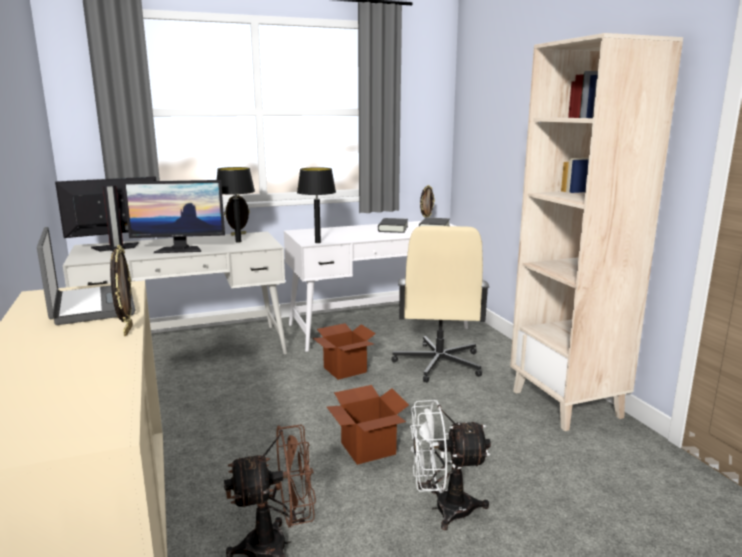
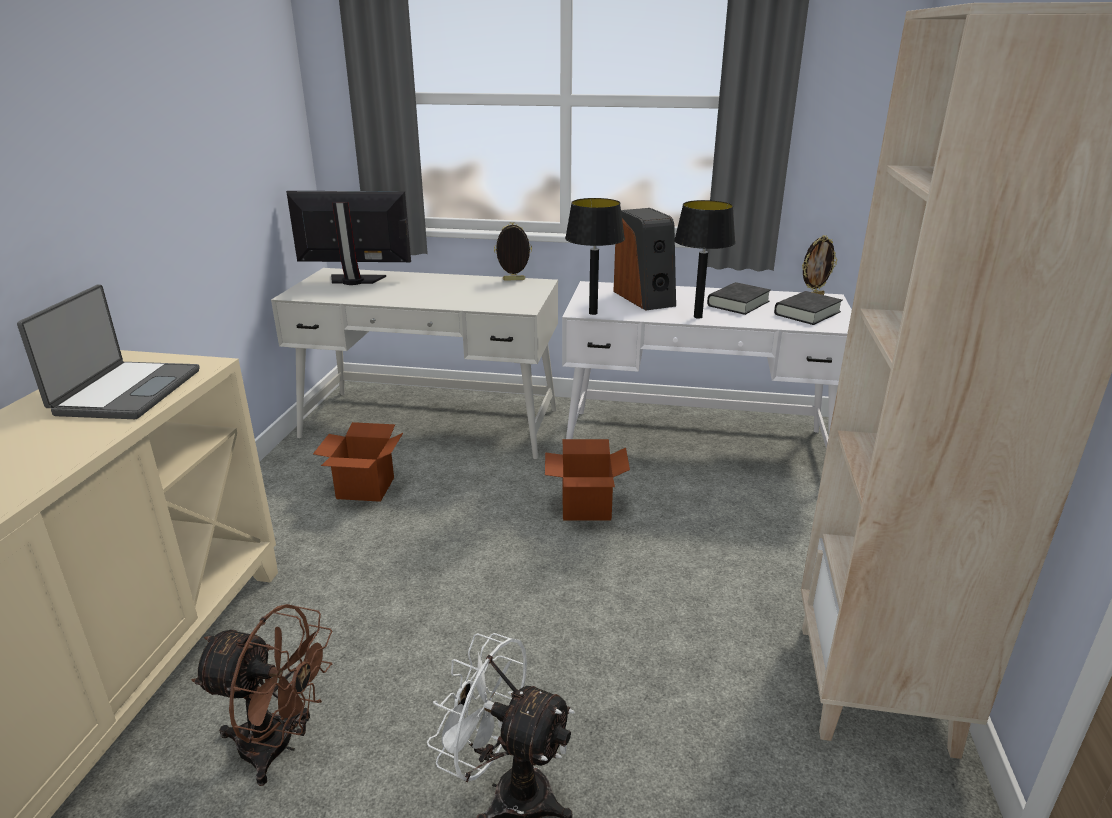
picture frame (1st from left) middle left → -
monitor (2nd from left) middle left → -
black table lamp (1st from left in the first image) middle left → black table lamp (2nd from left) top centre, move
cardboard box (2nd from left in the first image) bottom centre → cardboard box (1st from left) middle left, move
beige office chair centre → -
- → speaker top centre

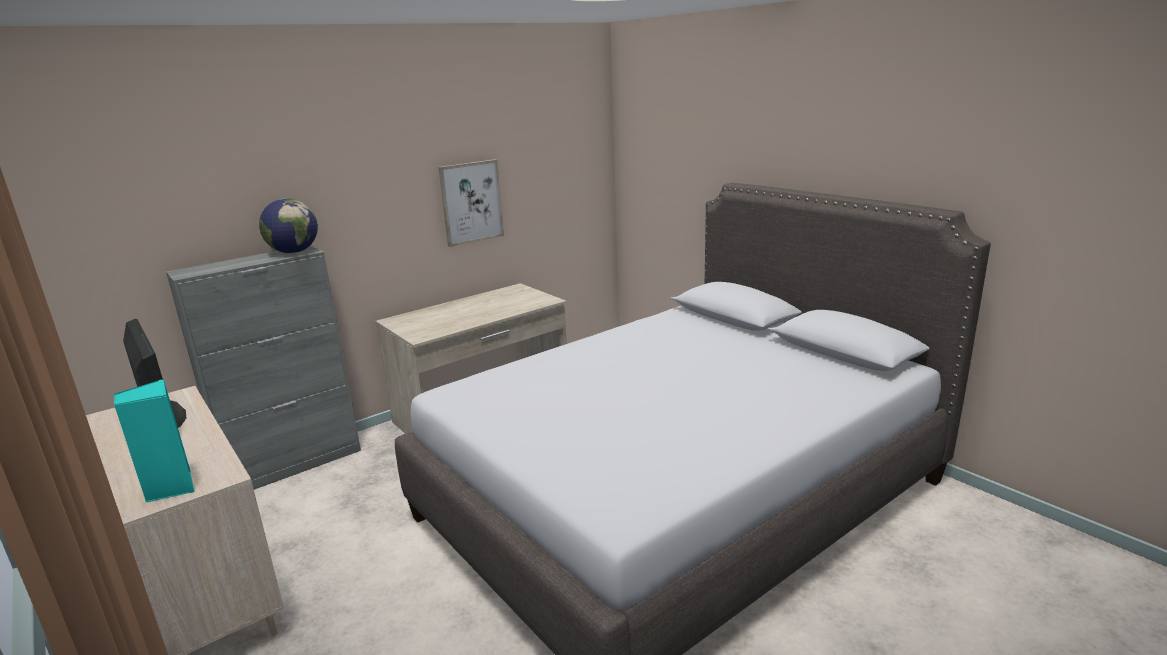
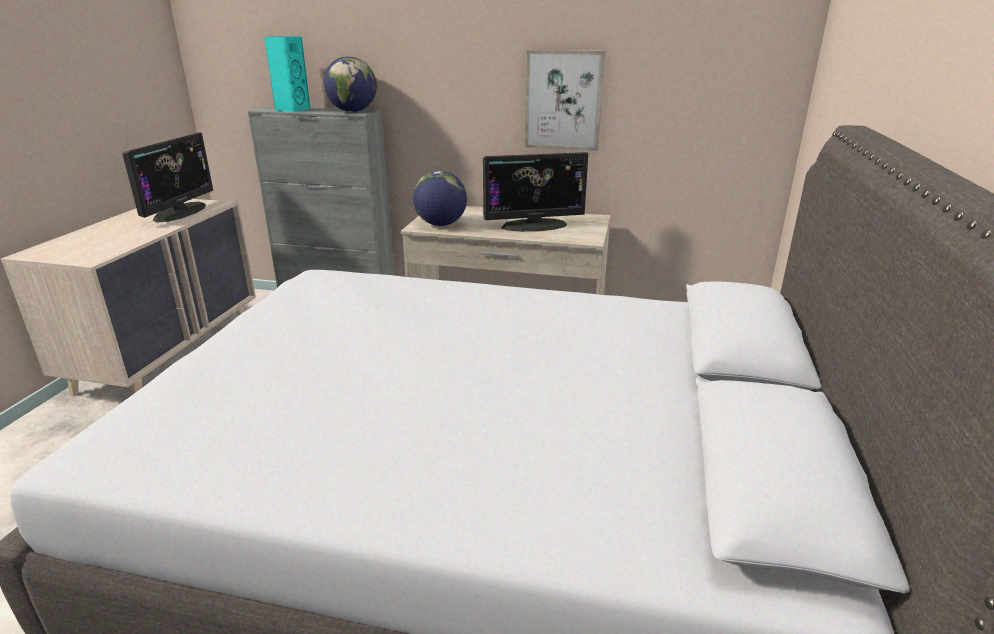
turquoise speaker bottom left → turquoise speaker top left, move
- → globe (2nd from left) top centre
- → monitor (2nd from left) top centre

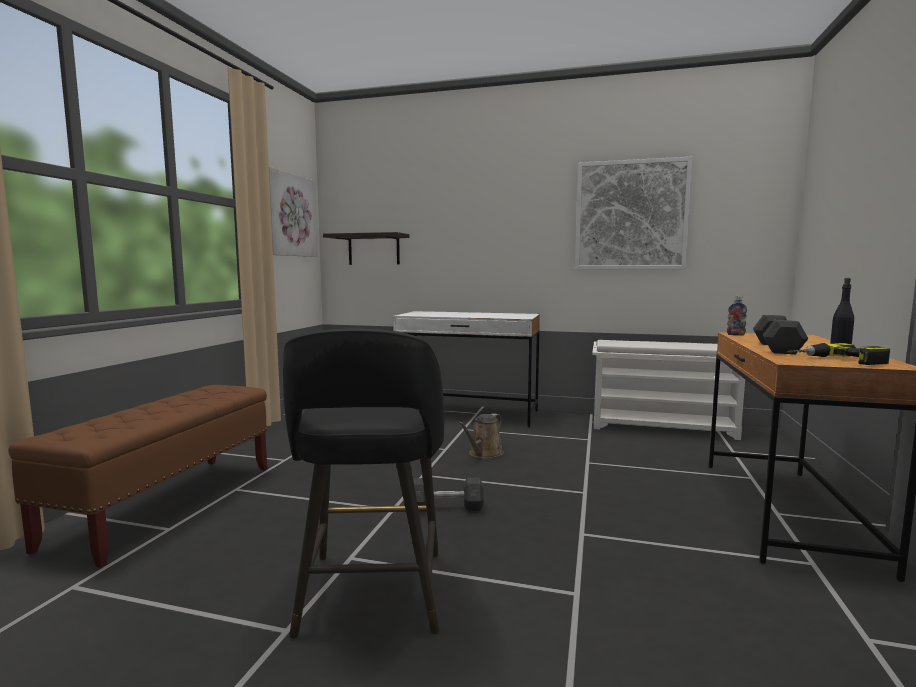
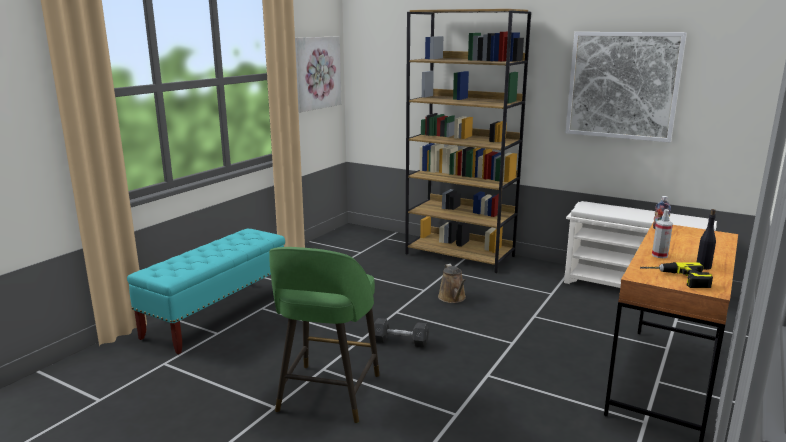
brown bench bottom left → turquoise bench middle left
black stool bottom centre → green stool bottom centre
shelf centre → -
white desk centre → brown bookcase top centre
brown watering can centre, 60 degrees counterclockwise
grey dumbbell (2nd from left) middle right → spray bottle middle right

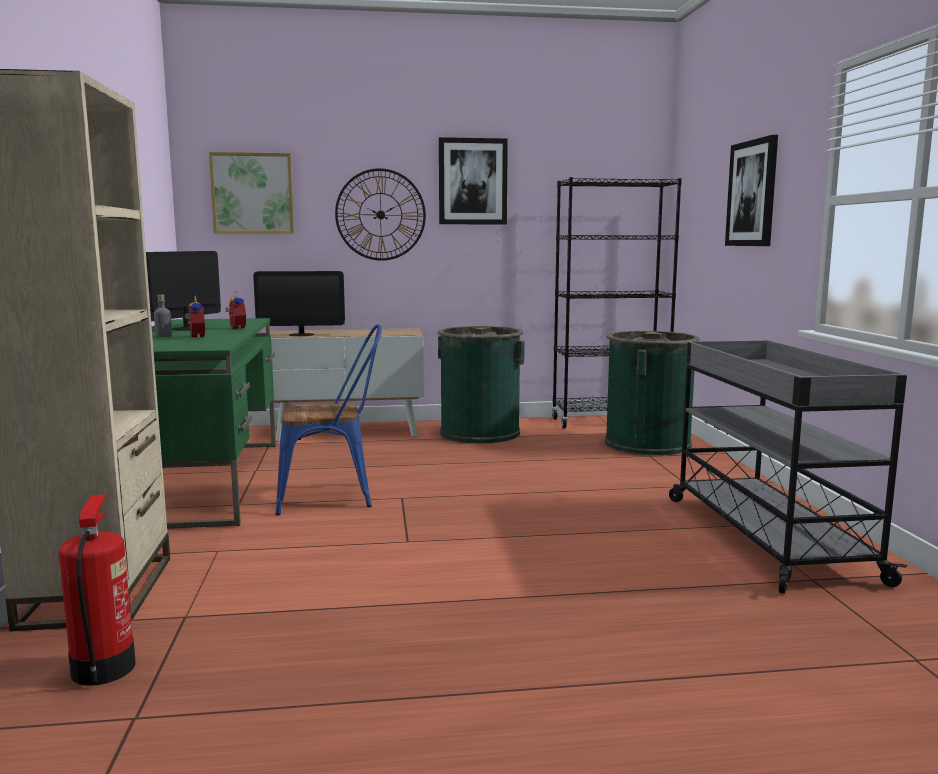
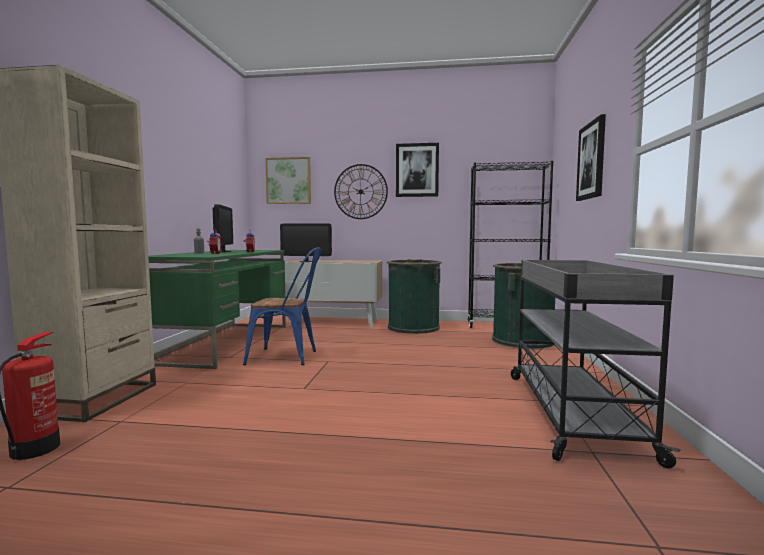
monitor (1st from left) middle left, 135 degrees clockwise

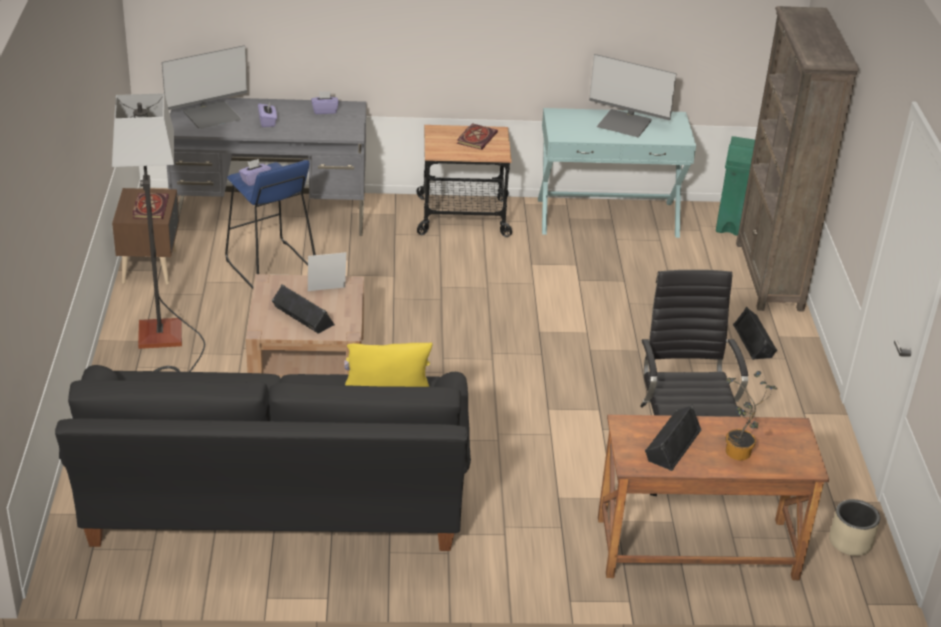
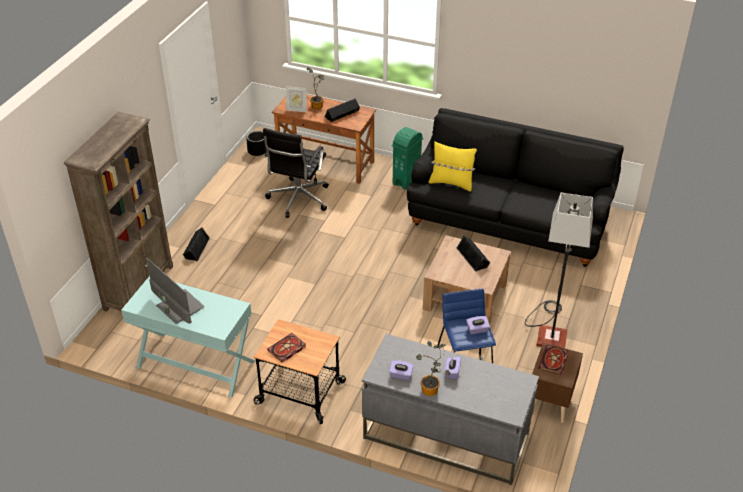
monitor (1st from left) top left → -
picture frame centre → picture frame top centre, move
green trash can top right → green trash can top centre, move
beige planter bottom right → black planter top centre
- → potted plant (2nd from left) bottom centre

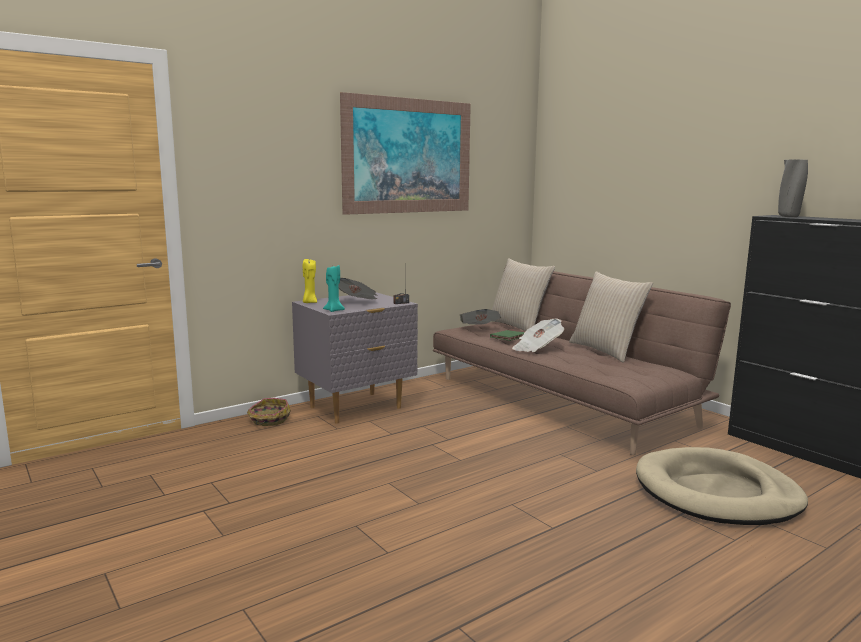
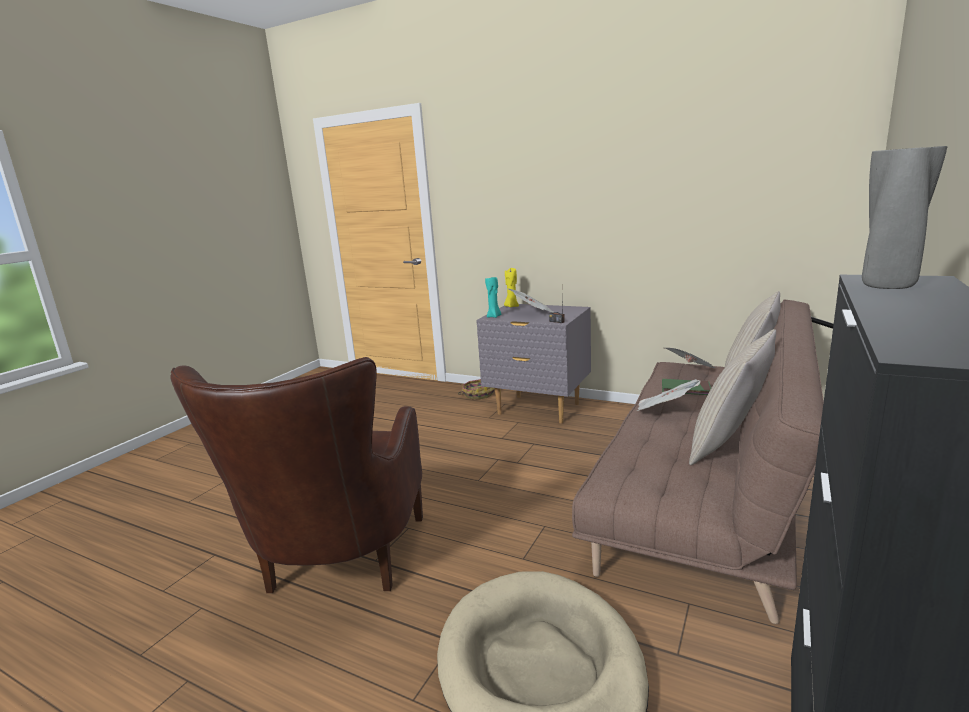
picture top centre → -
- → brown armchair bottom left

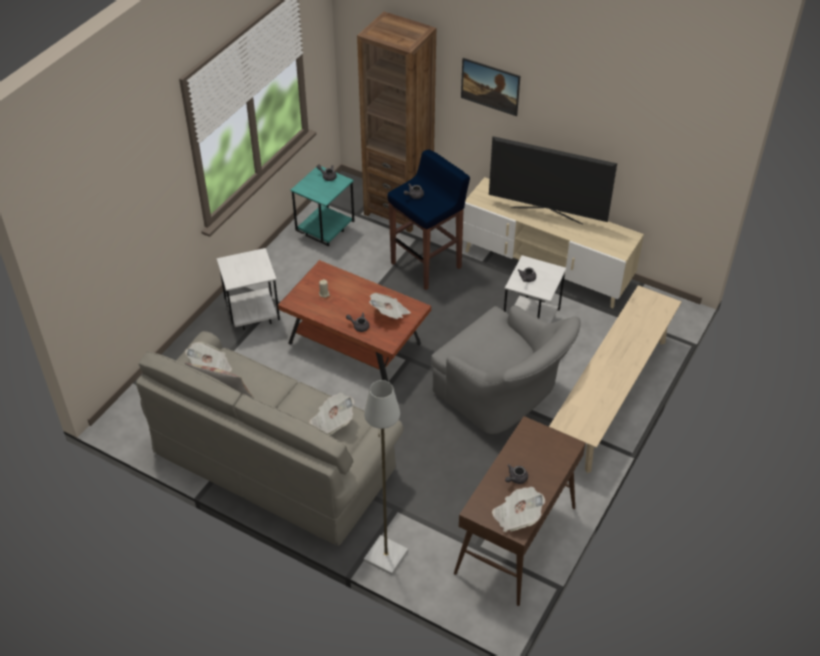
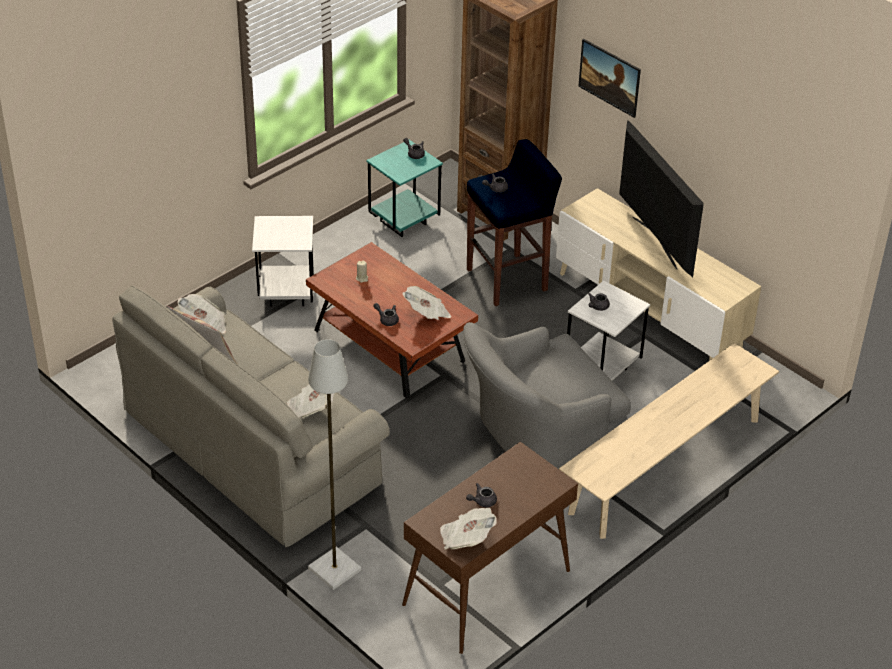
grey armchair centre, 90 degrees clockwise
television top right, 150 degrees counterclockwise

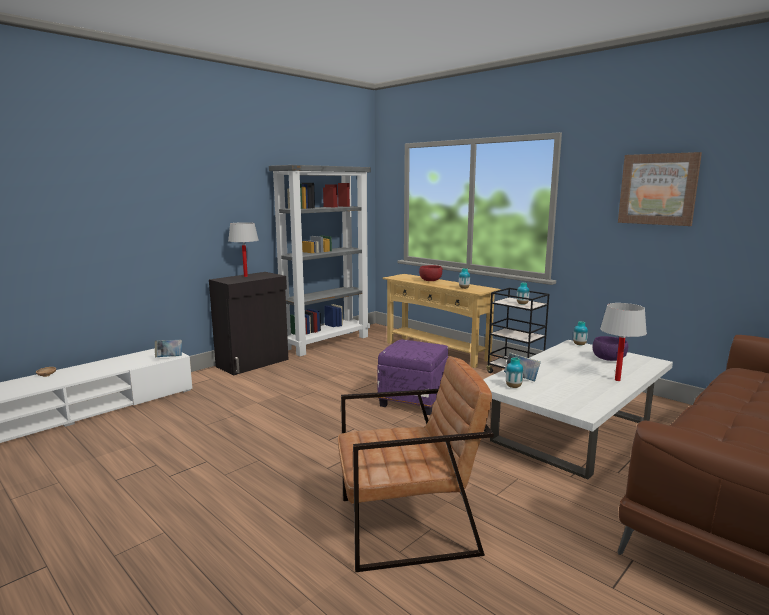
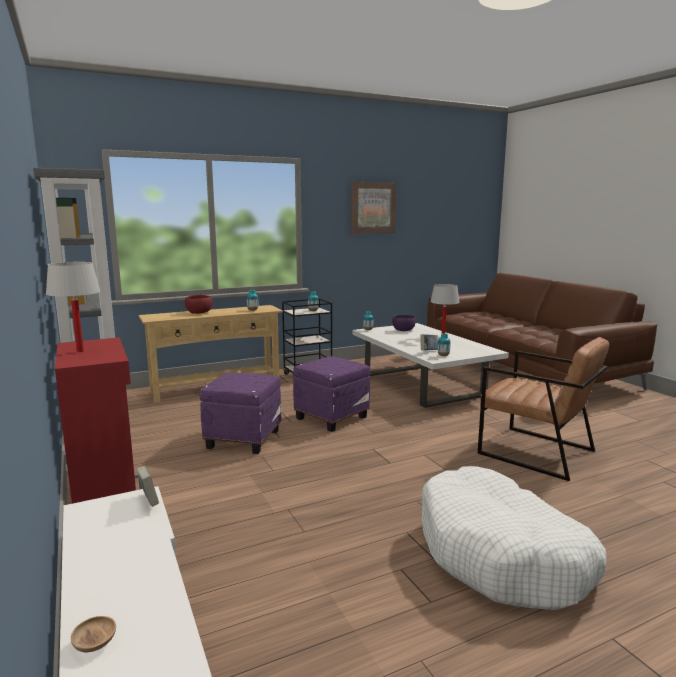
black cabinet middle left → red cabinet middle left
brown armchair bottom centre → brown armchair middle right, 120 degrees clockwise
- → purple ottoman (1st from left) centre
- → white dog bed bottom right

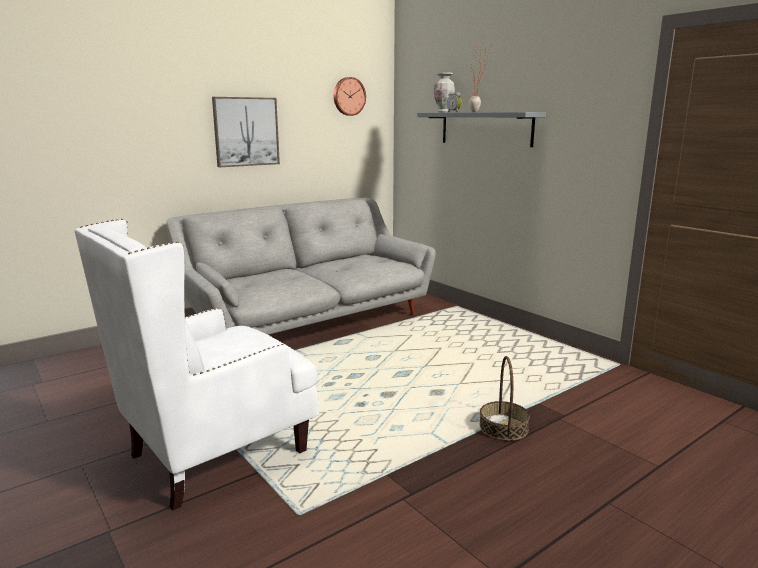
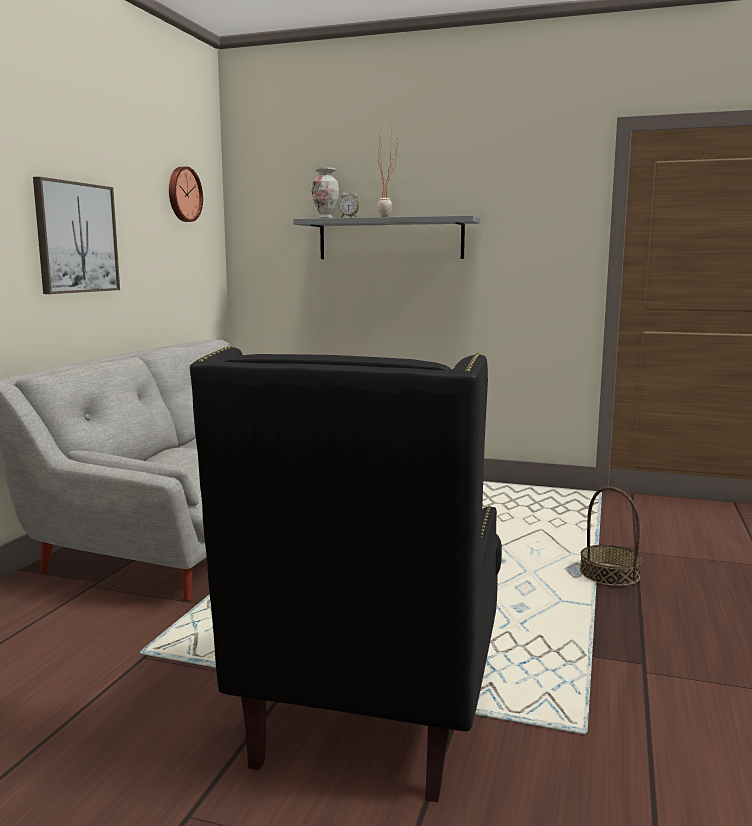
white armchair middle left → black armchair bottom centre

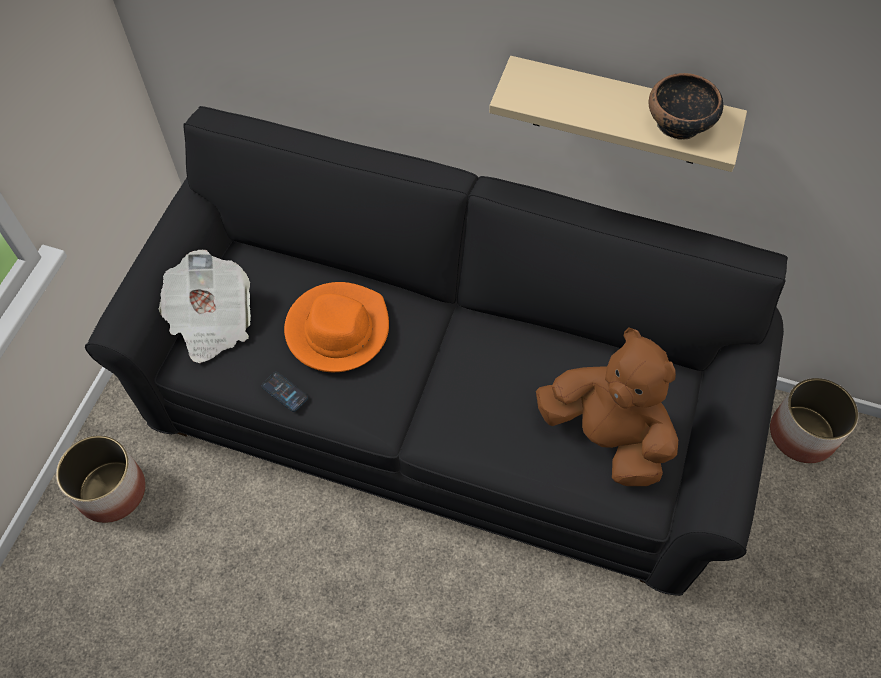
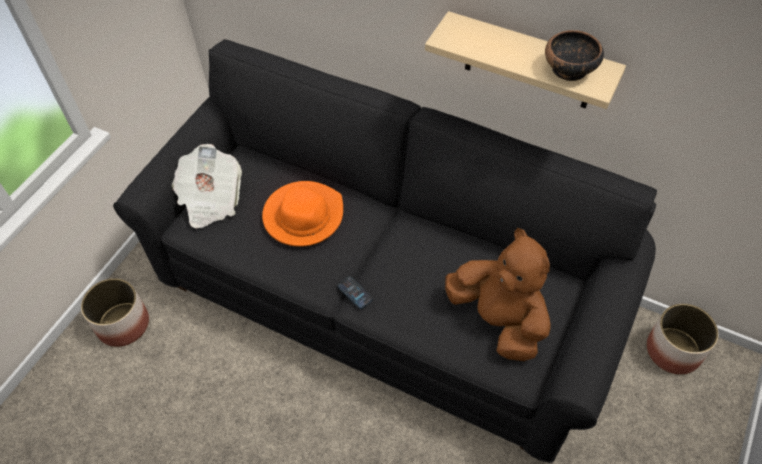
phone middle left → phone centre, move

